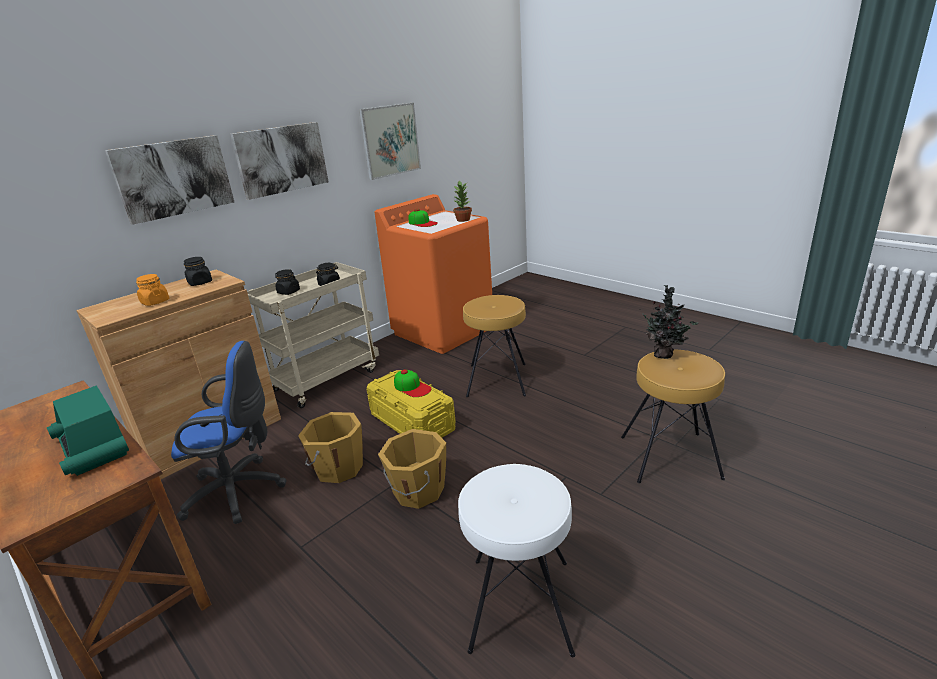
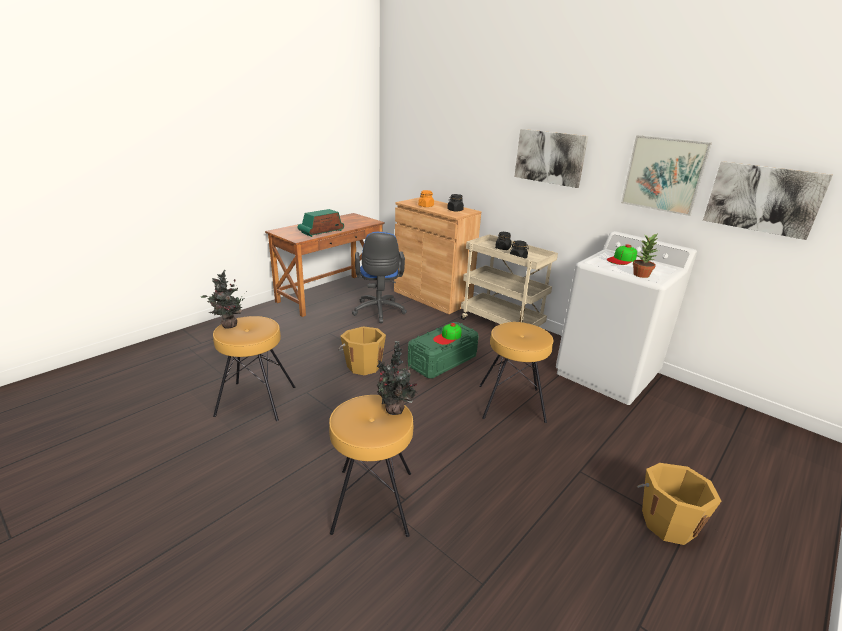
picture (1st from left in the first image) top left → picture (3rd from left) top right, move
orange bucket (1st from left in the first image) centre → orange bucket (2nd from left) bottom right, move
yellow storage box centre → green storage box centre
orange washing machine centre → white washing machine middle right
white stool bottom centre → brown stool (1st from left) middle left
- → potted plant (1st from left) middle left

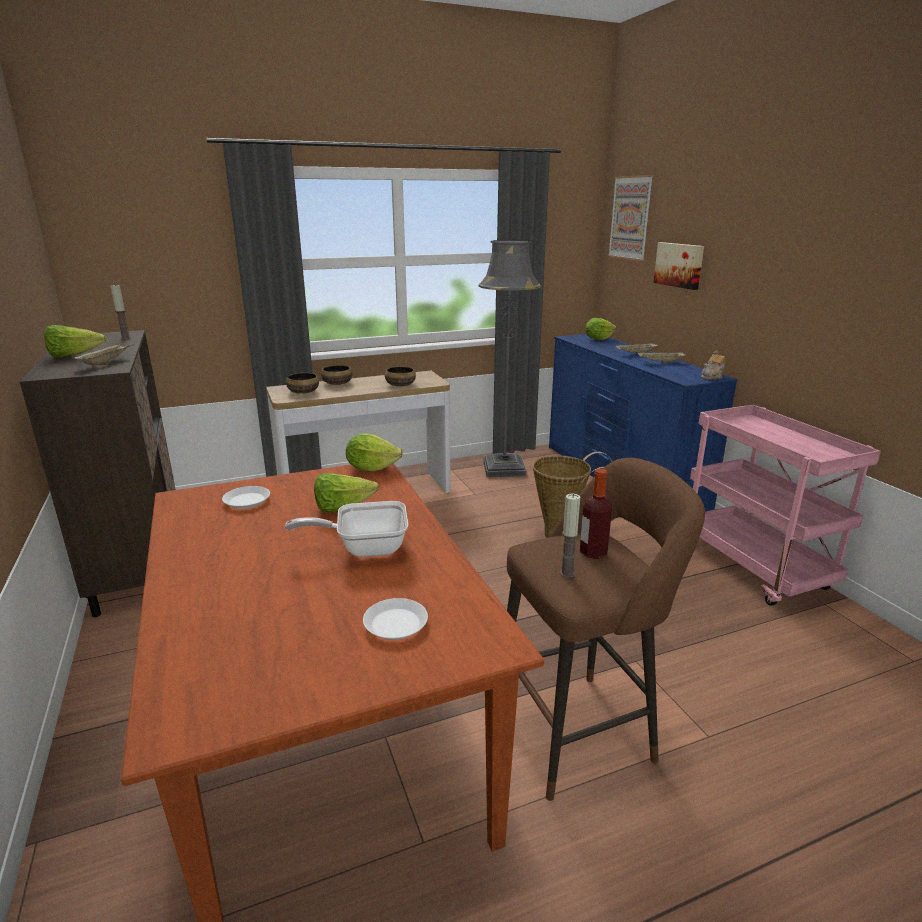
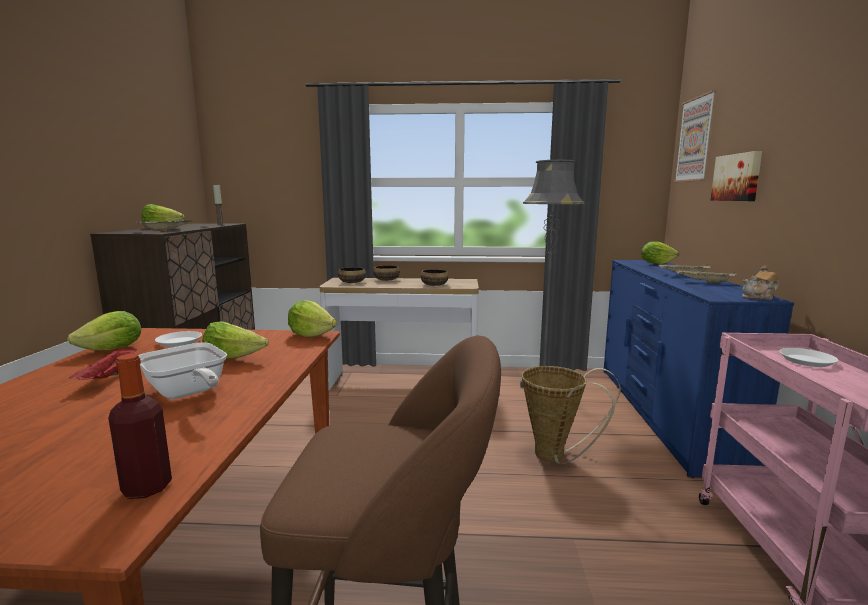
frying pan centre → frying pan middle left, 150 degrees counterclockwise
white plate (2nd from left) bottom centre → white plate (2nd from left) middle right, move
candle (2nd from left) centre → -
bottle centre → bottle bottom left, move
- → lettuce (1st from left) middle left
- → red tray middle left

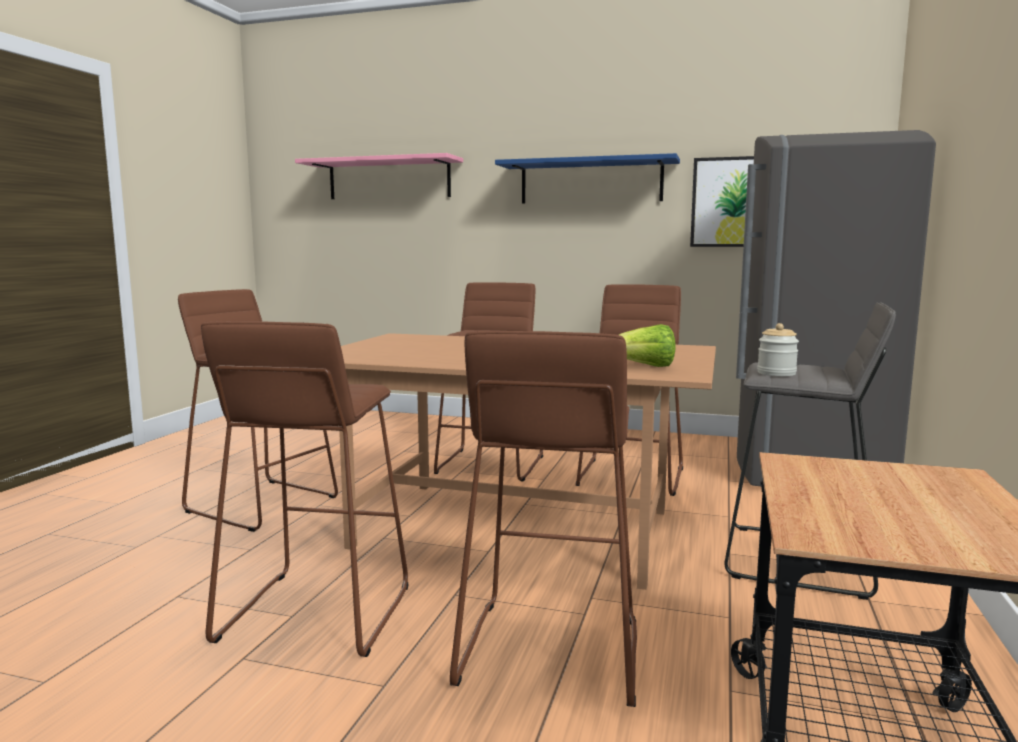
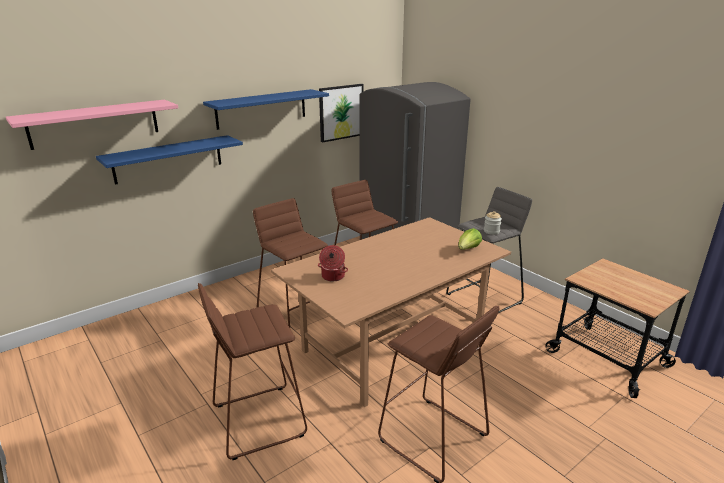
brown stool (4th from left) bottom centre → -
- → blue shelf (1st from left) top left
- → cooking pot centre

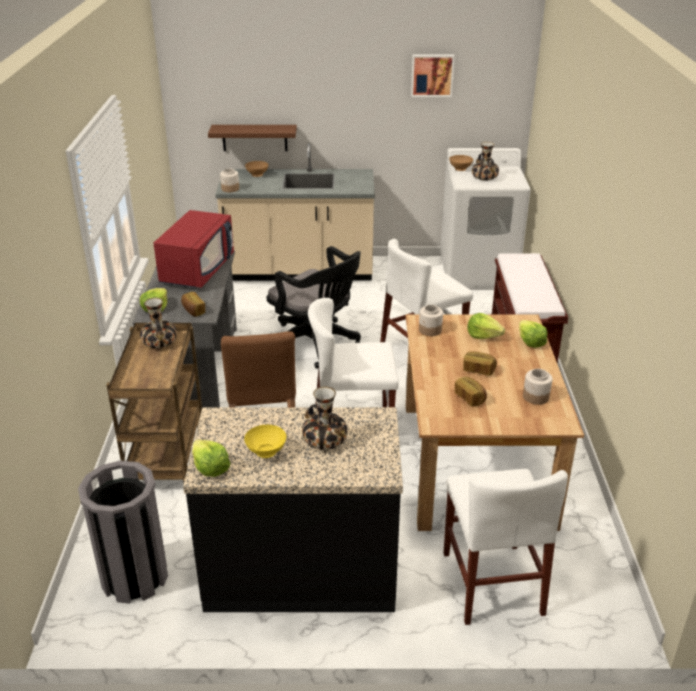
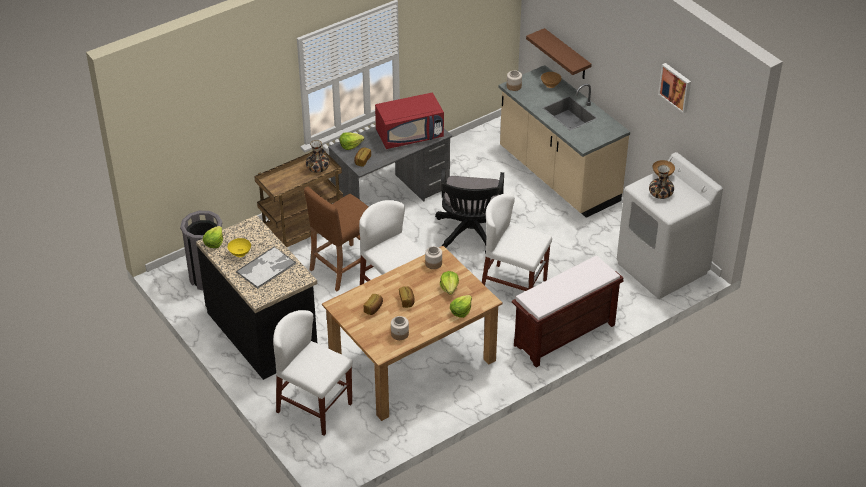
vase (2nd from left) centre → tray middle left
white chair (3rd from left in the first image) bottom right → white chair (1st from left) bottom centre, 75 degrees clockwise

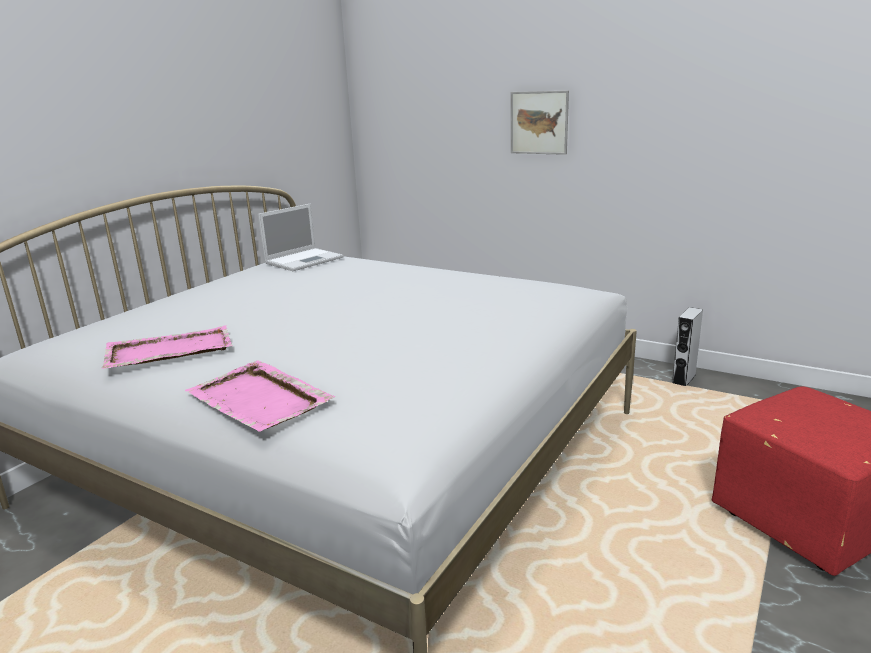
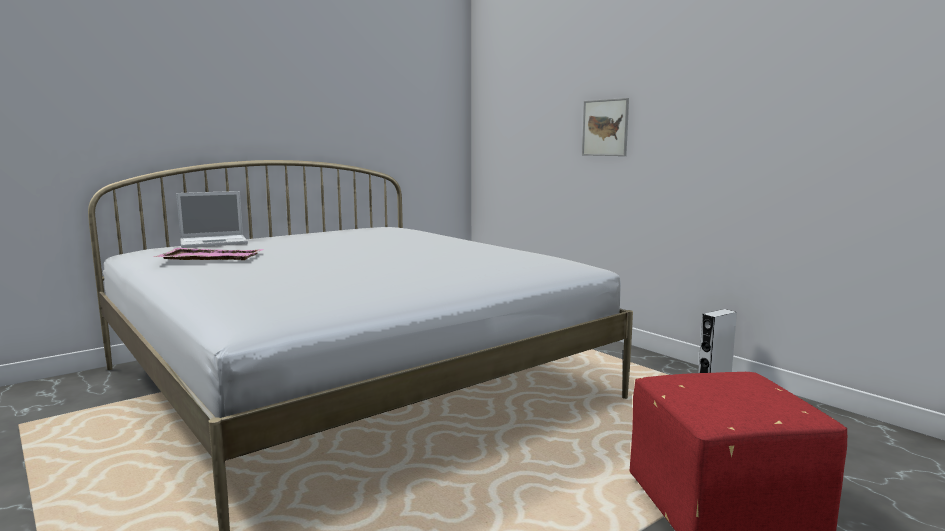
pink tray (2nd from left) middle left → -
laptop centre → laptop middle left, move

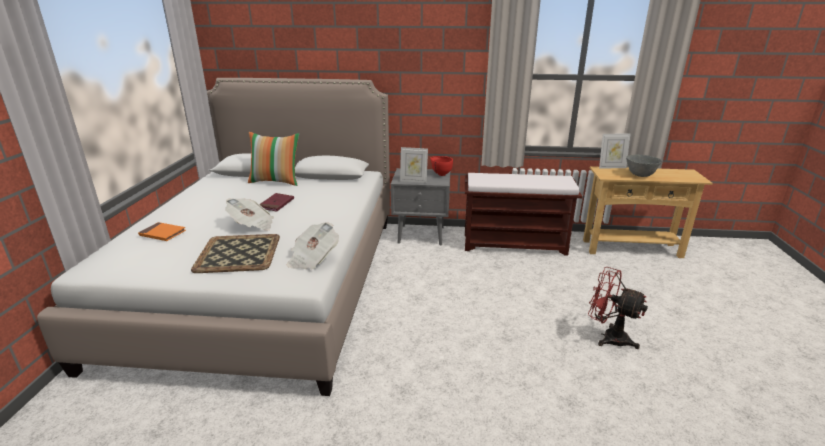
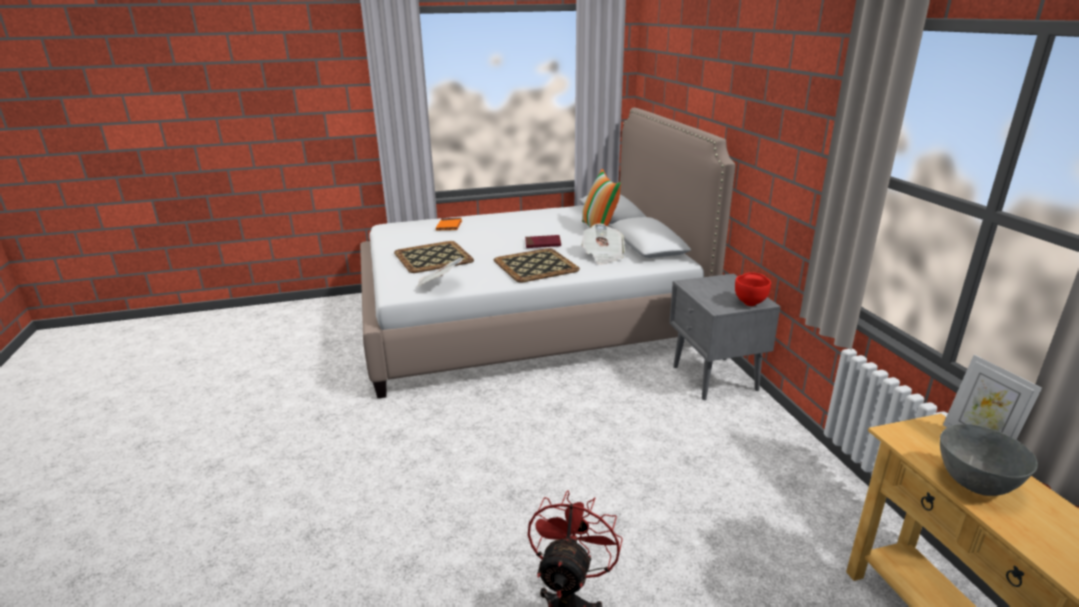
newspaper (1st from left in the first image) middle left → newspaper (2nd from left) centre, move
picture frame (1st from left) centre → -
brown bench centre → -
- → tray (2nd from left) centre

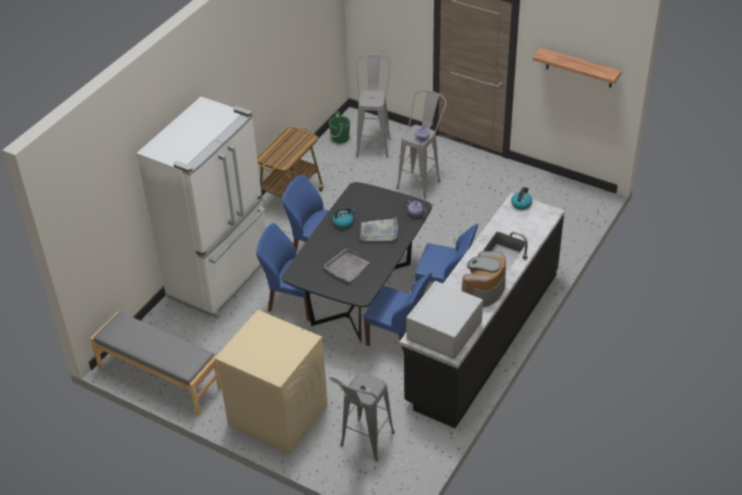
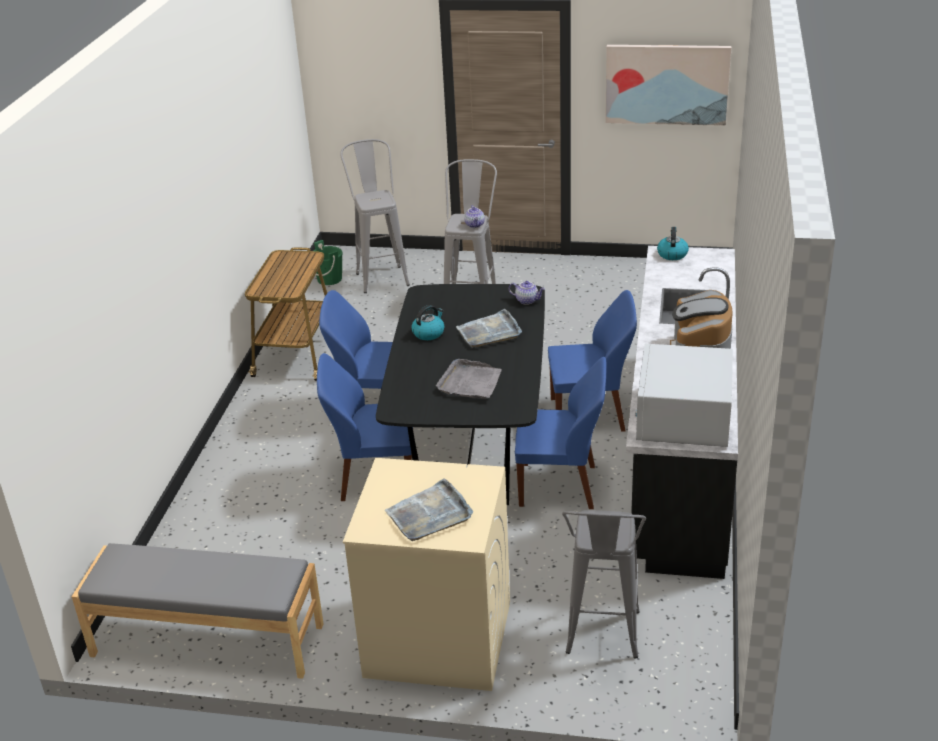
white fridge middle left → -
shelf top right → picture top right
- → grey tray (1st from left) bottom centre

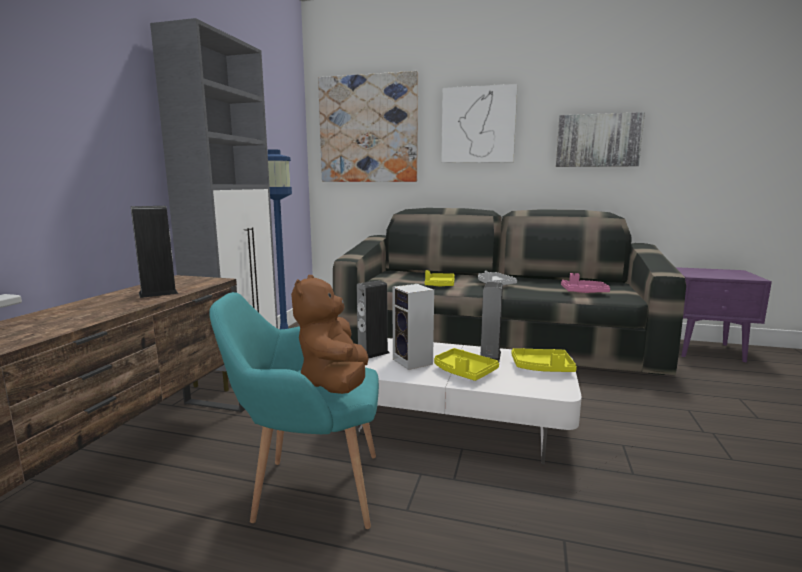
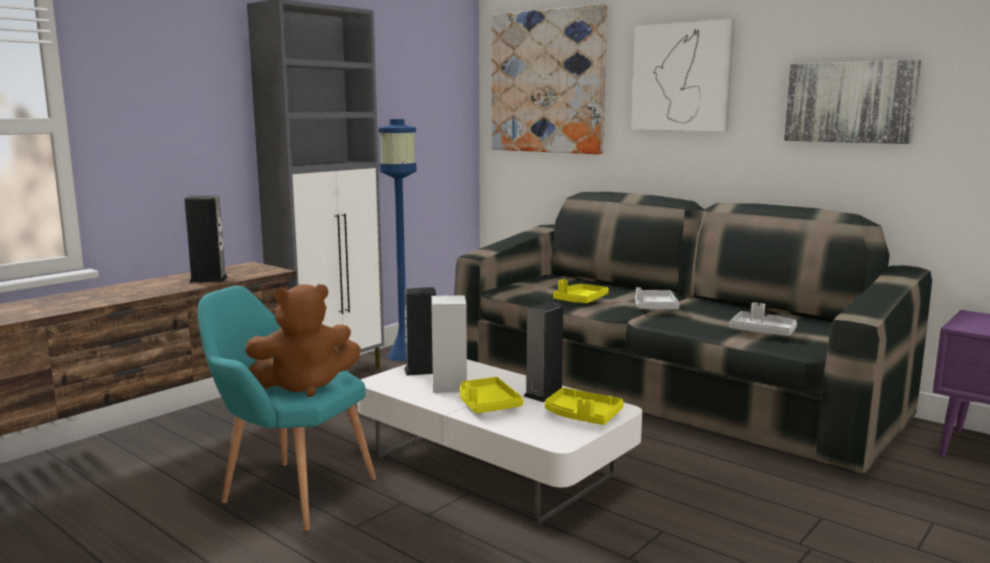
brown plush toy centre → brown plush toy middle left, 135 degrees counterclockwise
pink tray middle right → grey tray (2nd from left) middle right

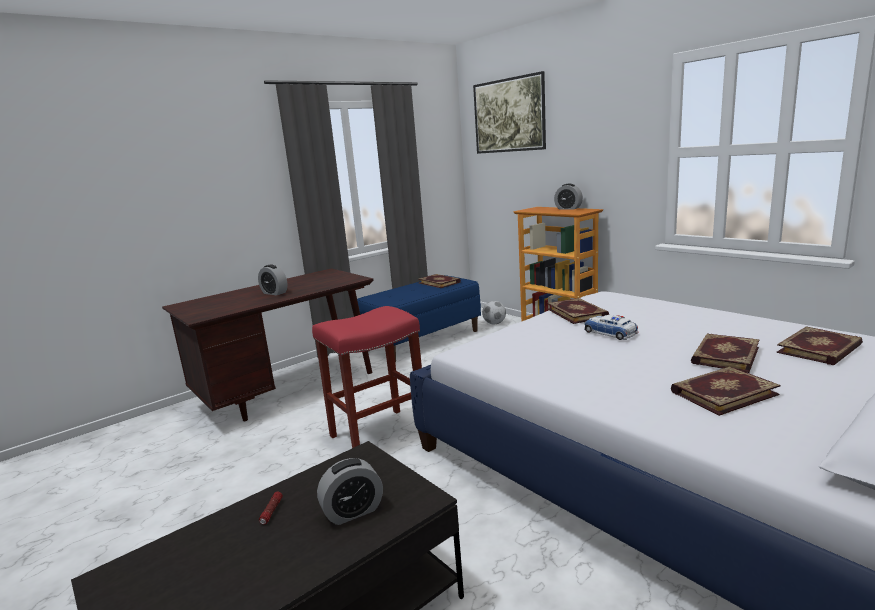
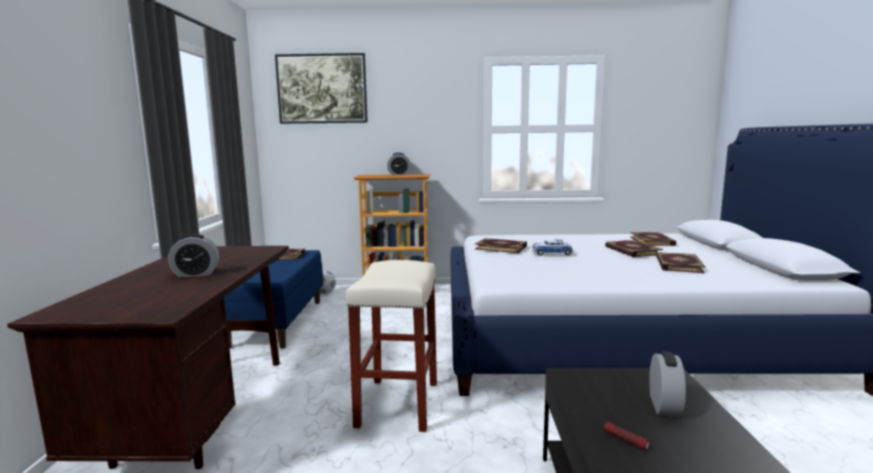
red stool centre → beige stool bottom centre

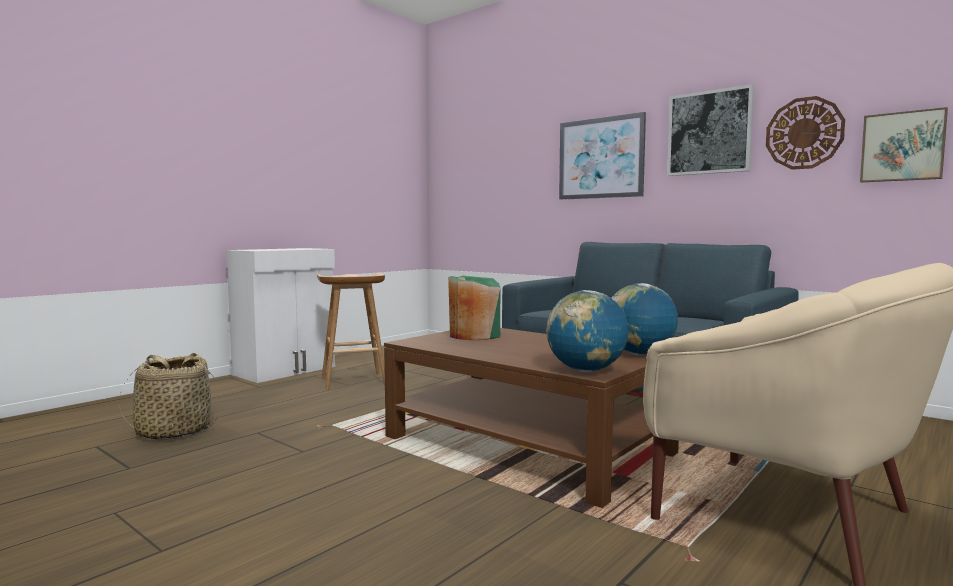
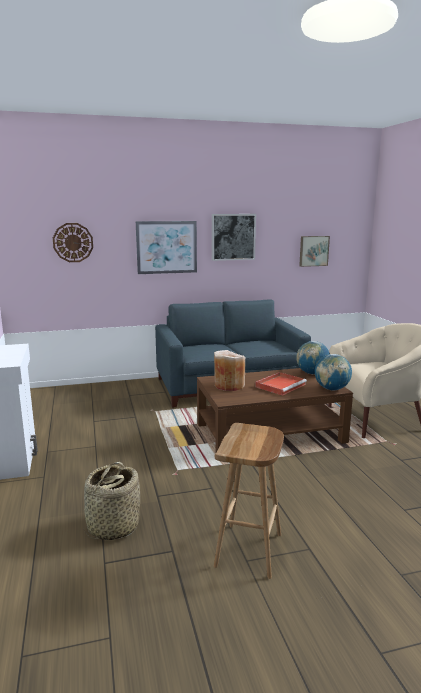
brown stool centre → brown stool bottom centre, move
green vase centre → beige vase centre
wall clock top right → wall clock middle left, move
- → red tray middle right

